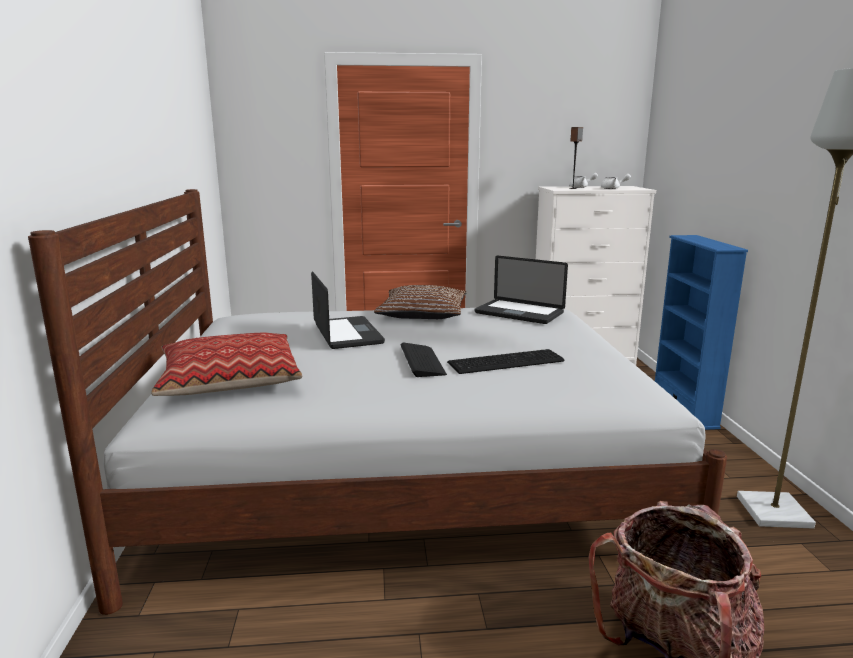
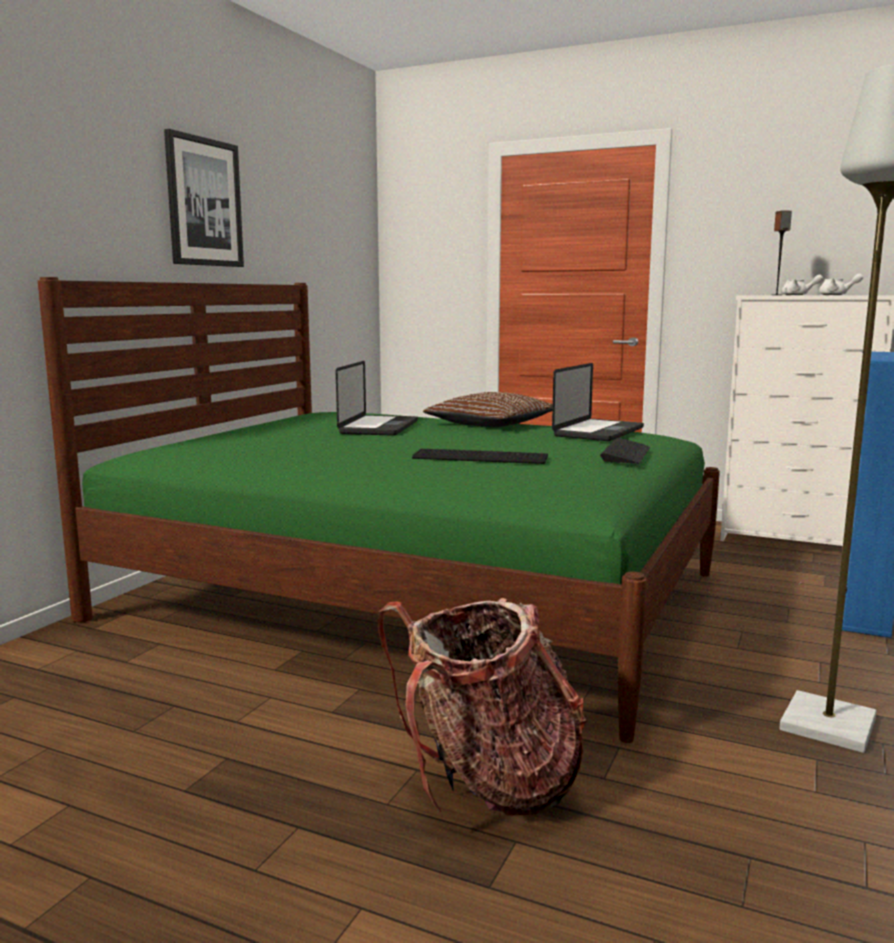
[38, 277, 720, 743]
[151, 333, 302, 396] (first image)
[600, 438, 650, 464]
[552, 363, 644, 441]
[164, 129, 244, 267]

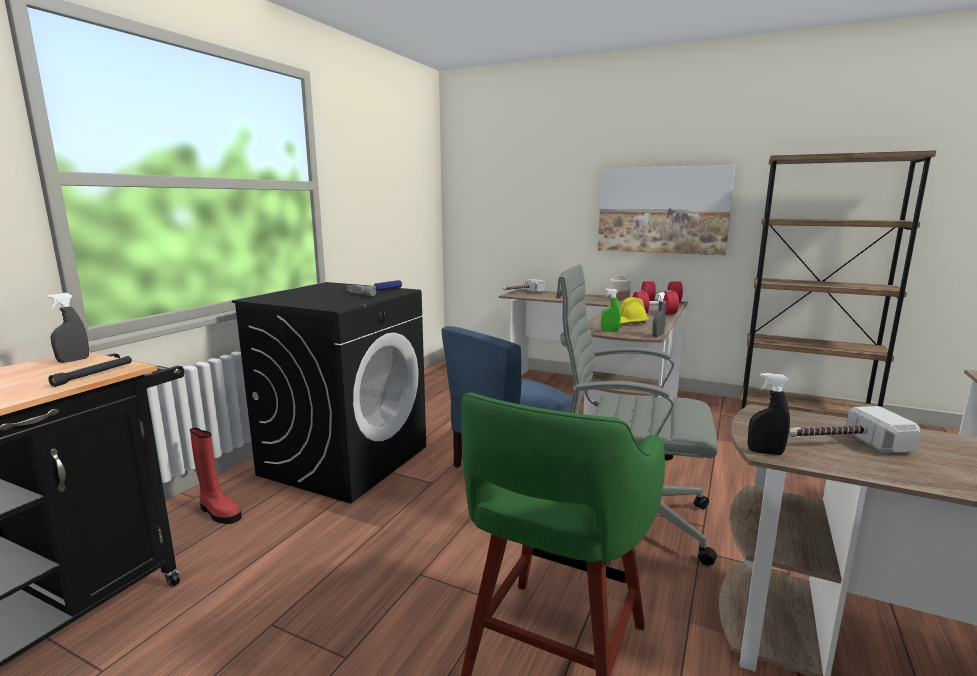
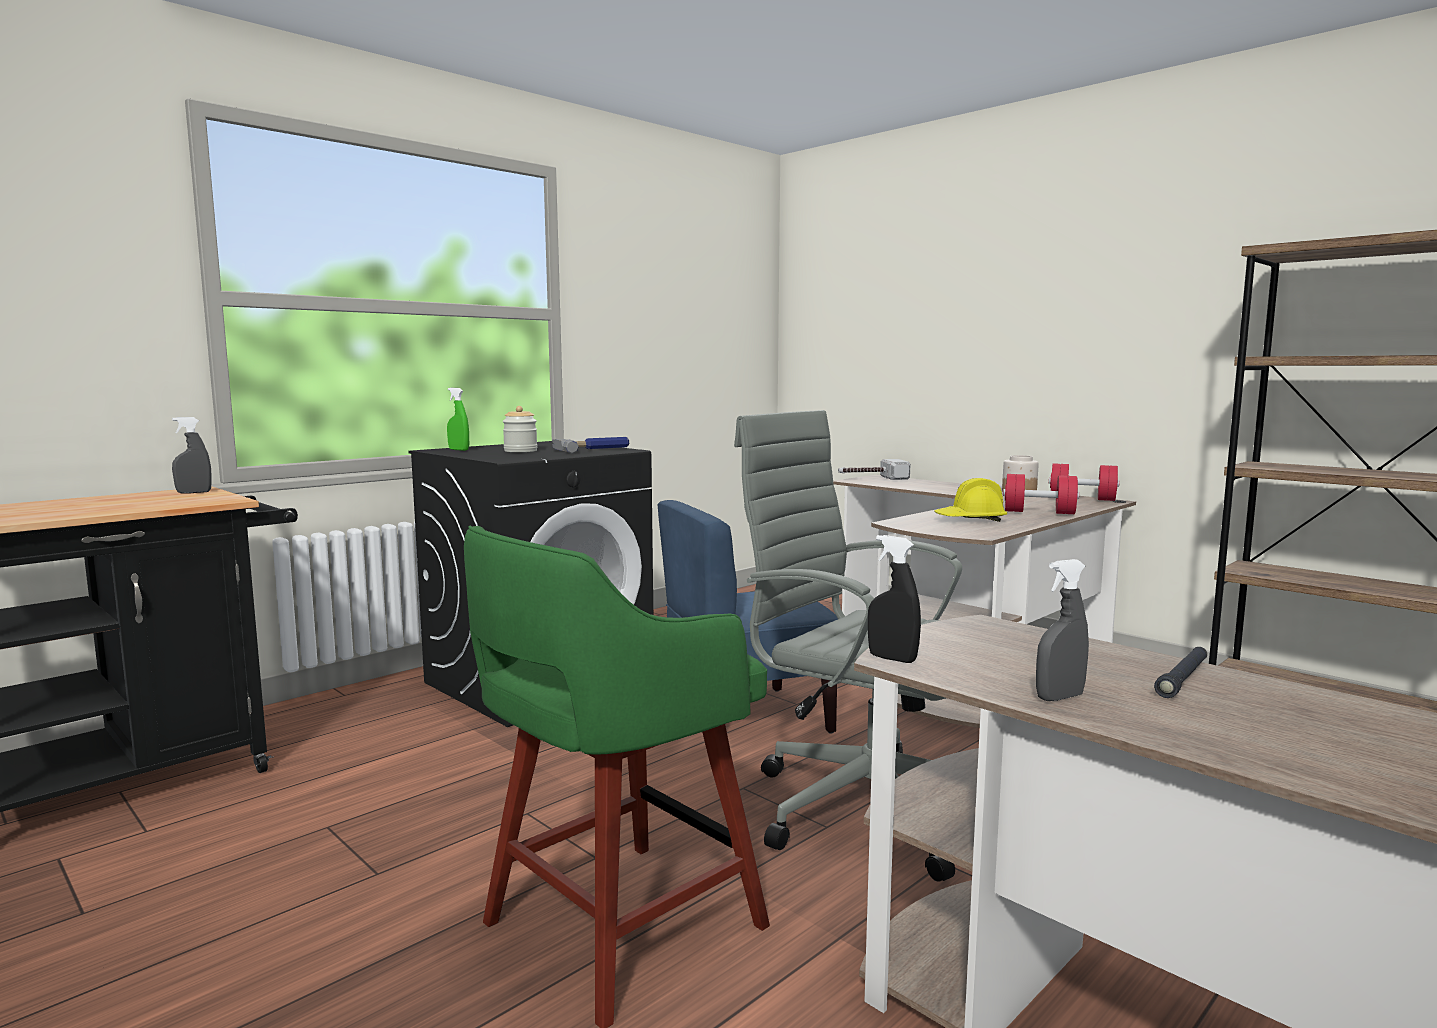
[1154, 647, 1207, 698]
[190, 428, 242, 524] (first image)
[598, 165, 735, 255] (first image)
[447, 388, 469, 451]
[1036, 559, 1089, 701]
[789, 406, 920, 453] (first image)
[503, 406, 537, 452]

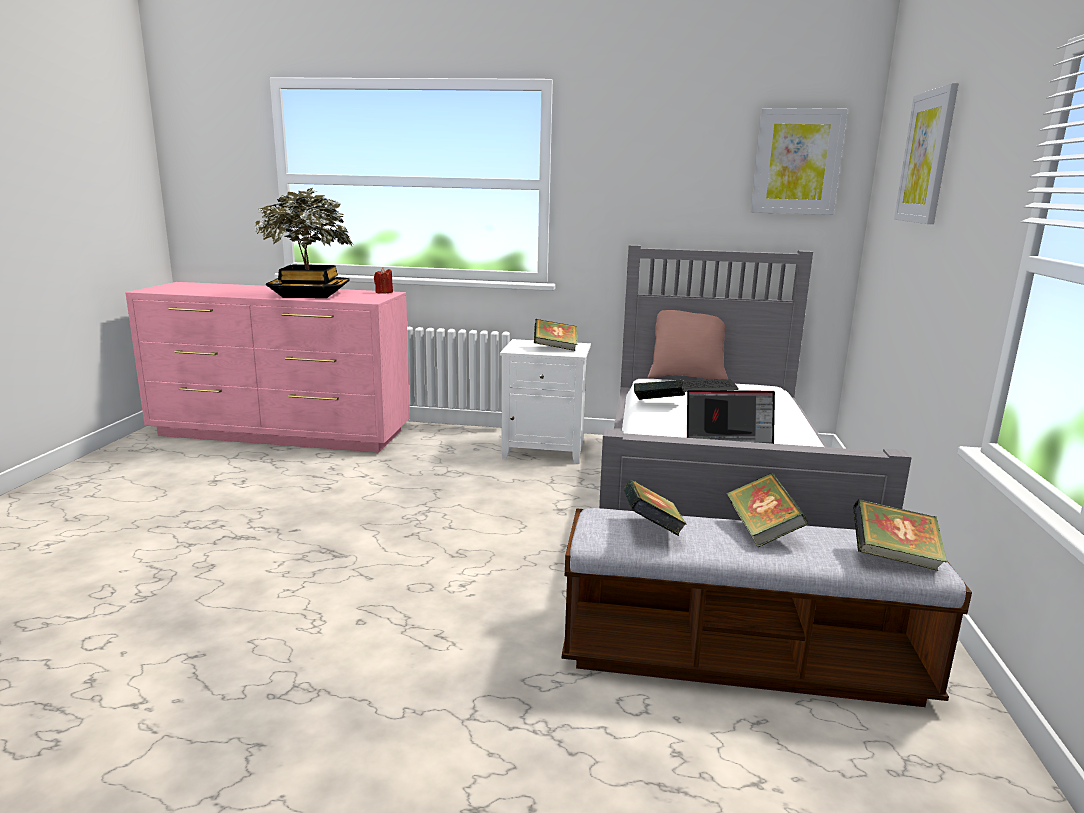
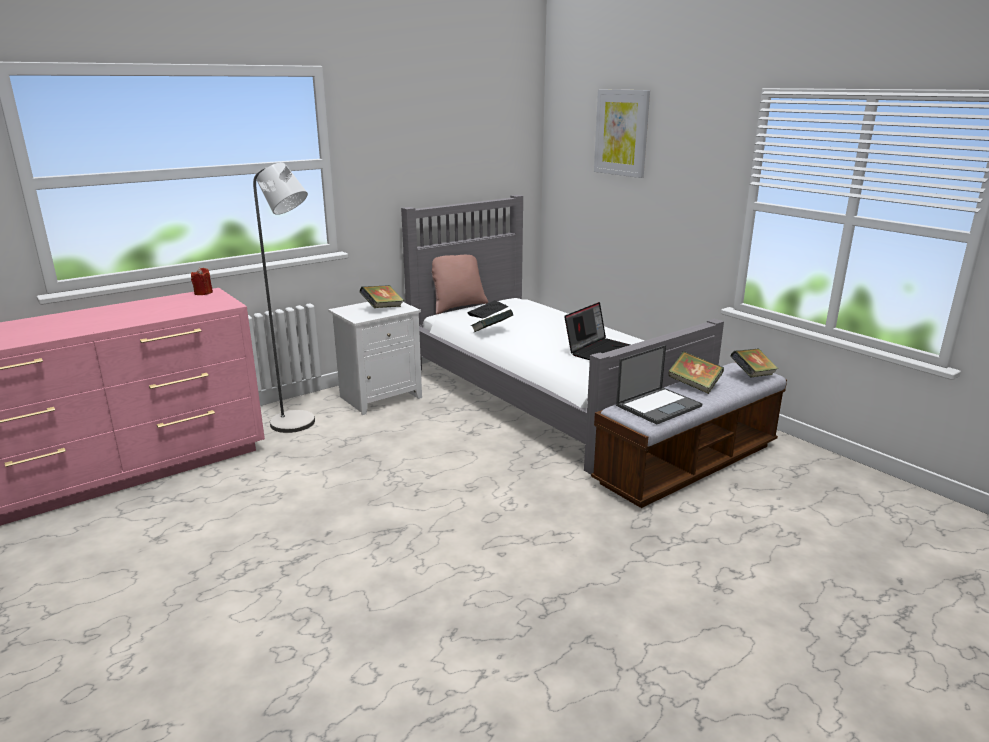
[255, 188, 354, 298] (first image)
[616, 345, 702, 425]
[750, 108, 848, 215] (first image)
[253, 163, 315, 433]

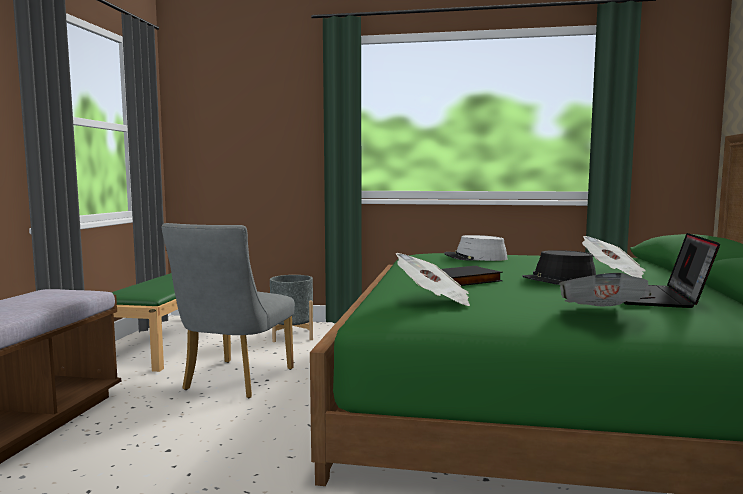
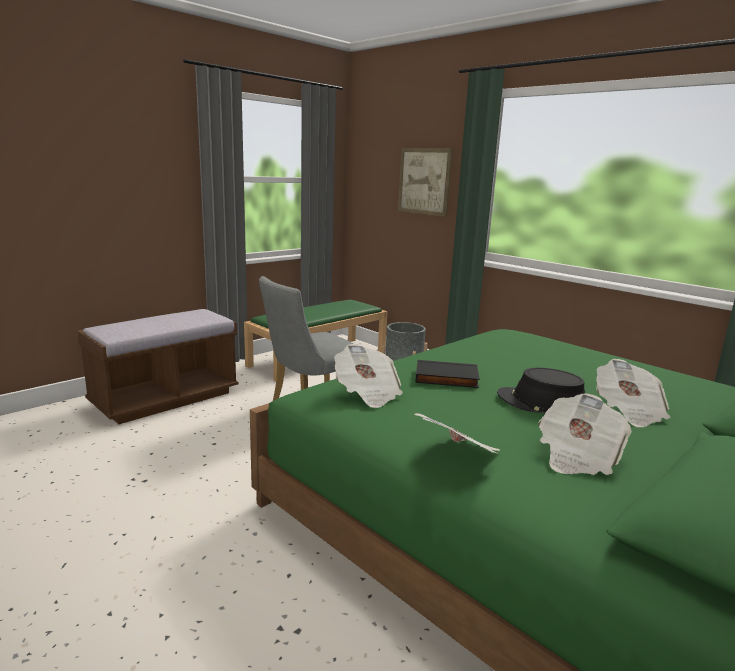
[444, 235, 508, 261] (first image)
[538, 393, 632, 475]
[398, 148, 453, 217]

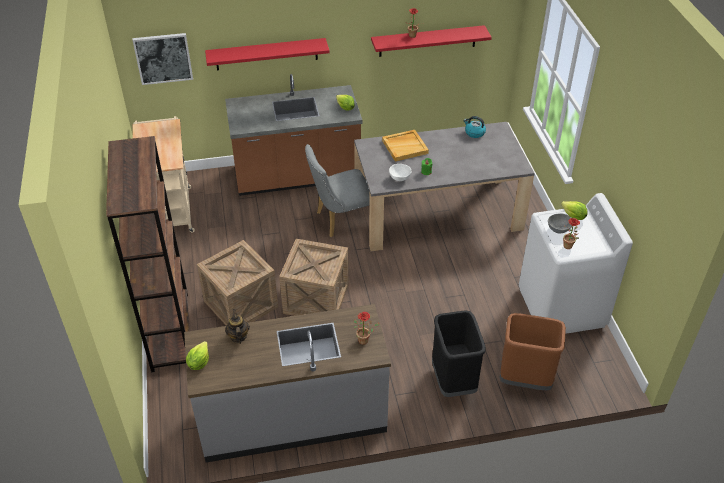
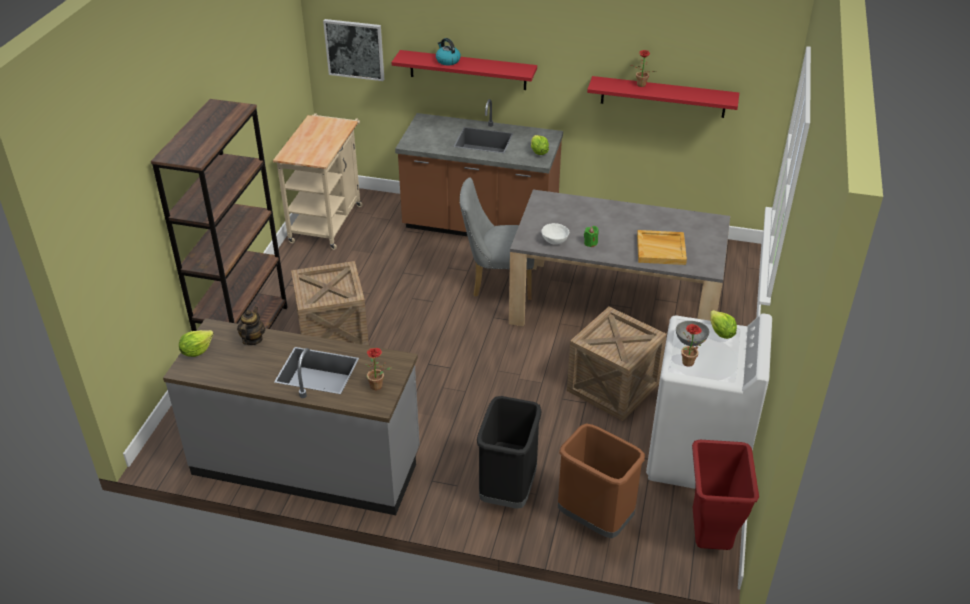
[567, 307, 667, 421]
[637, 230, 687, 265]
[436, 38, 461, 65]
[692, 440, 759, 550]

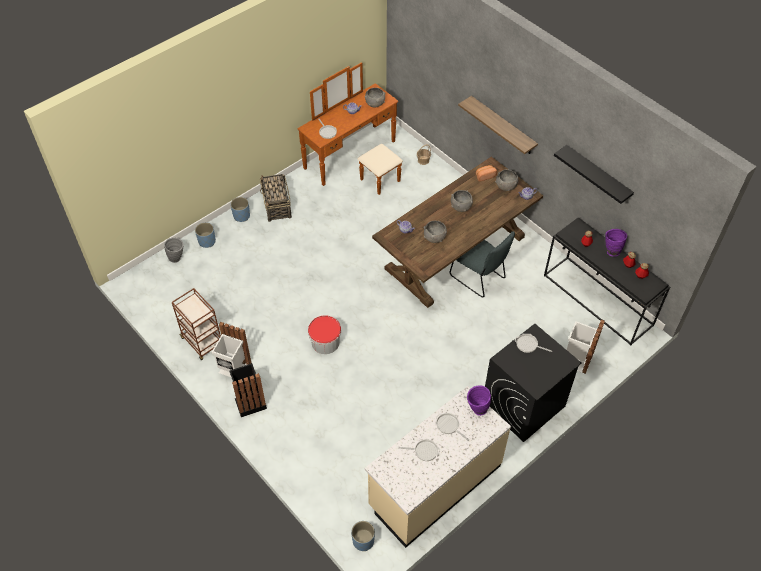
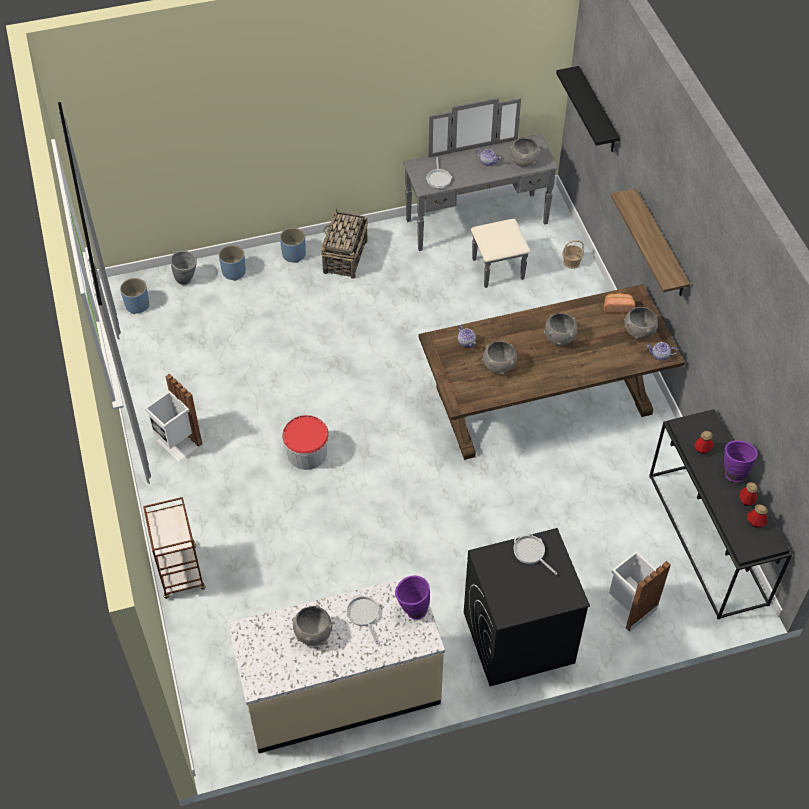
[143, 497, 206, 599]
[230, 363, 267, 417] (first image)
[403, 98, 558, 288]
[120, 278, 149, 314]
[292, 605, 333, 646]
[449, 231, 515, 297] (first image)
[556, 66, 620, 152]

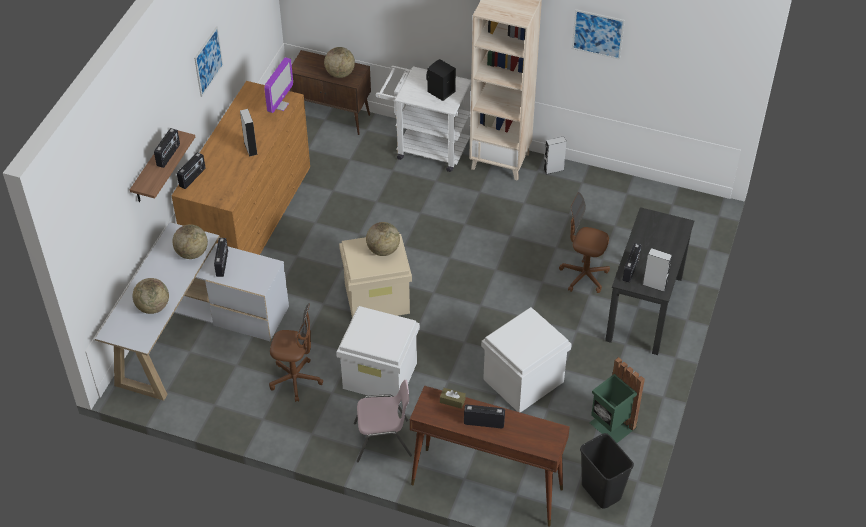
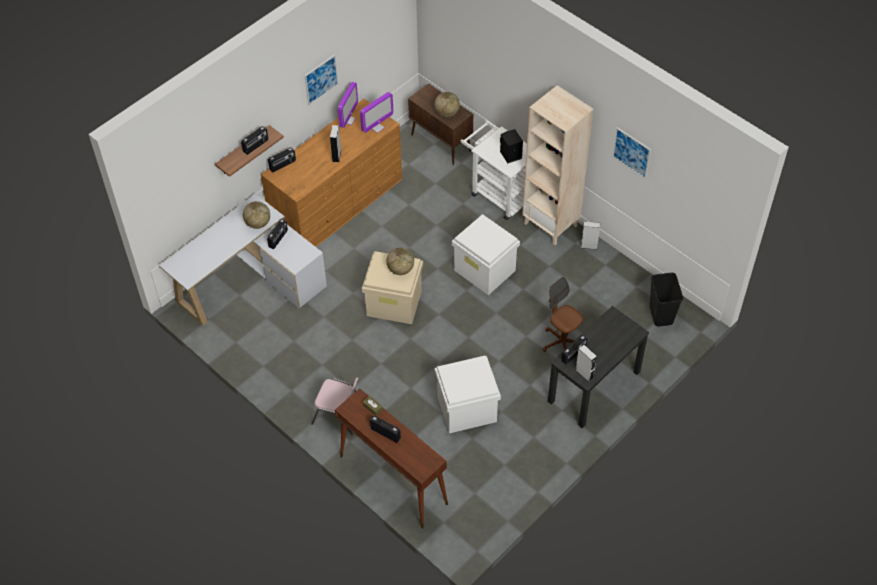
[133, 278, 169, 314] (first image)
[269, 303, 323, 402] (first image)
[452, 214, 520, 295]
[650, 273, 683, 326]
[589, 357, 645, 443] (first image)
[338, 82, 358, 128]

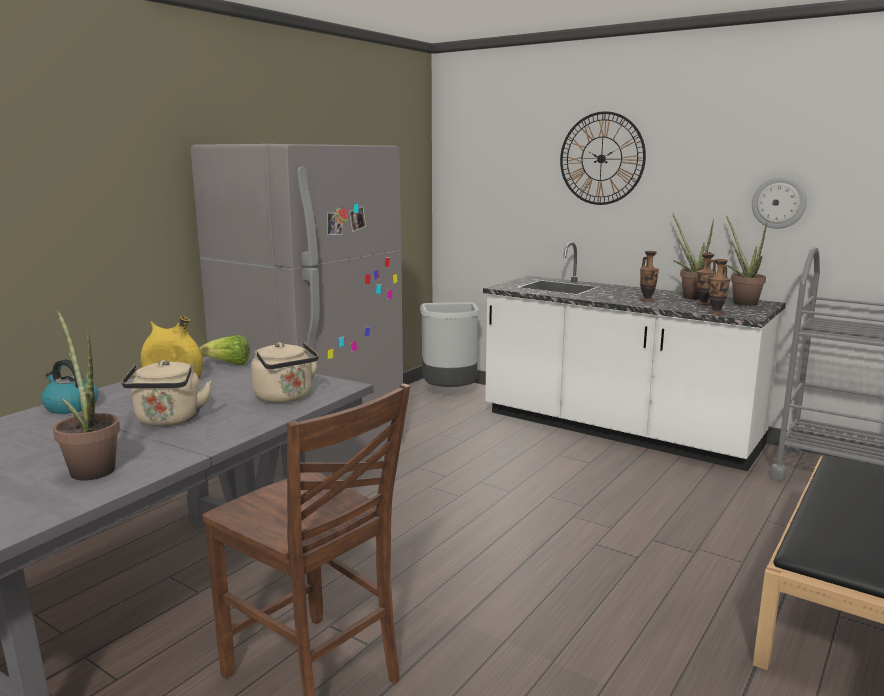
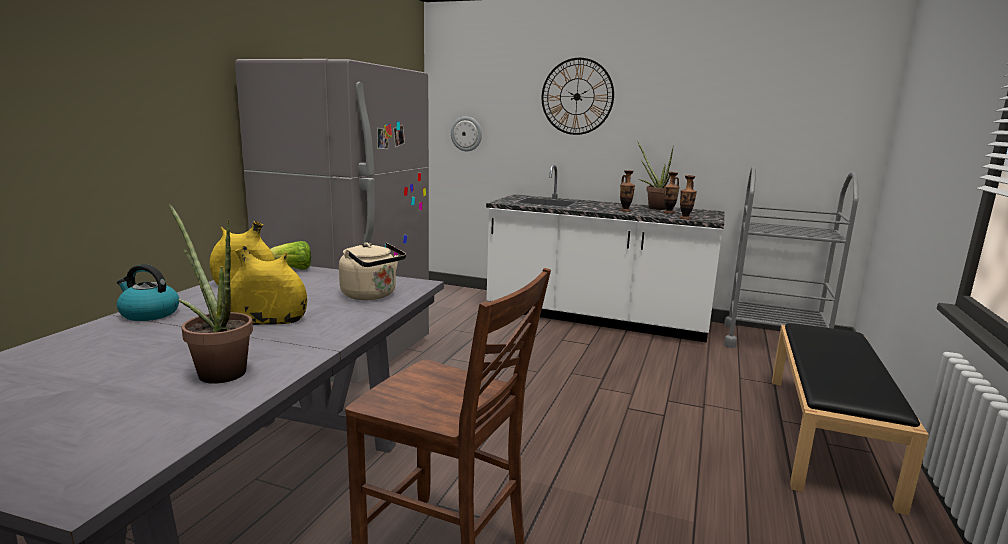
[230, 246, 307, 325]
[420, 302, 480, 387] (first image)
[725, 215, 767, 306] (first image)
[451, 116, 482, 151]

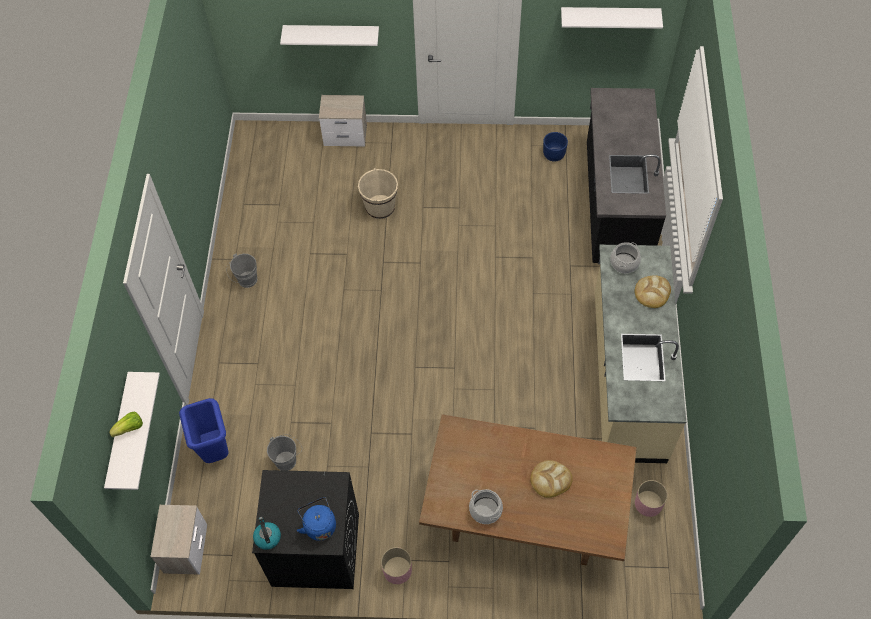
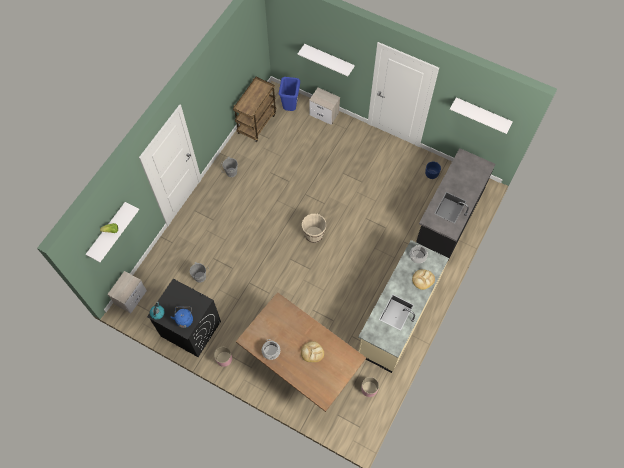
[279, 77, 300, 111]
[302, 214, 327, 243]
[233, 77, 276, 142]

